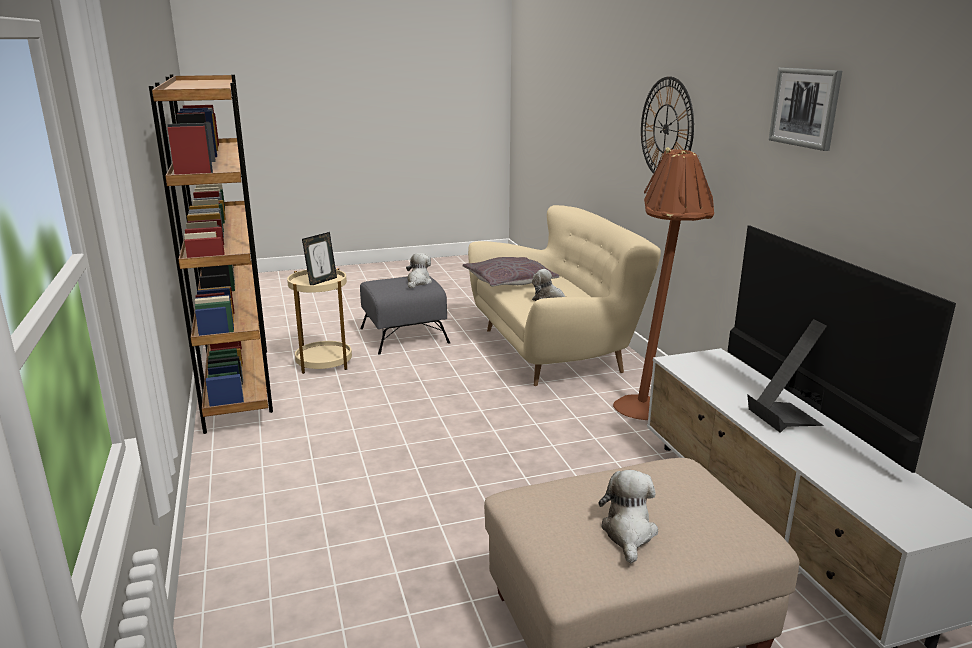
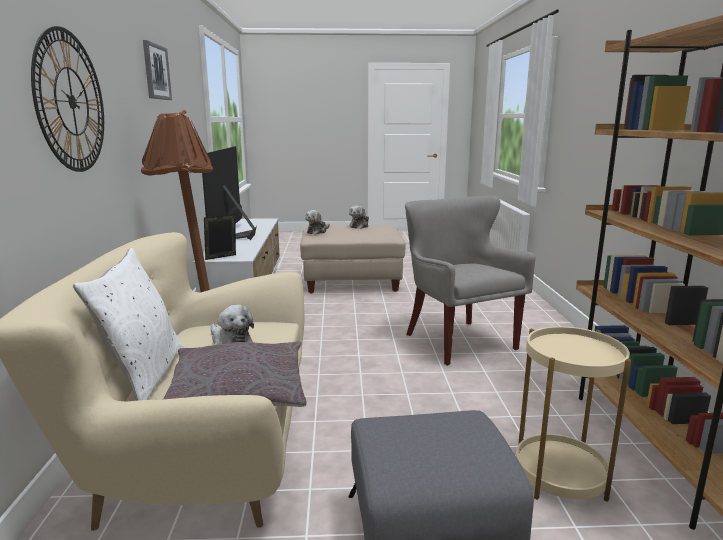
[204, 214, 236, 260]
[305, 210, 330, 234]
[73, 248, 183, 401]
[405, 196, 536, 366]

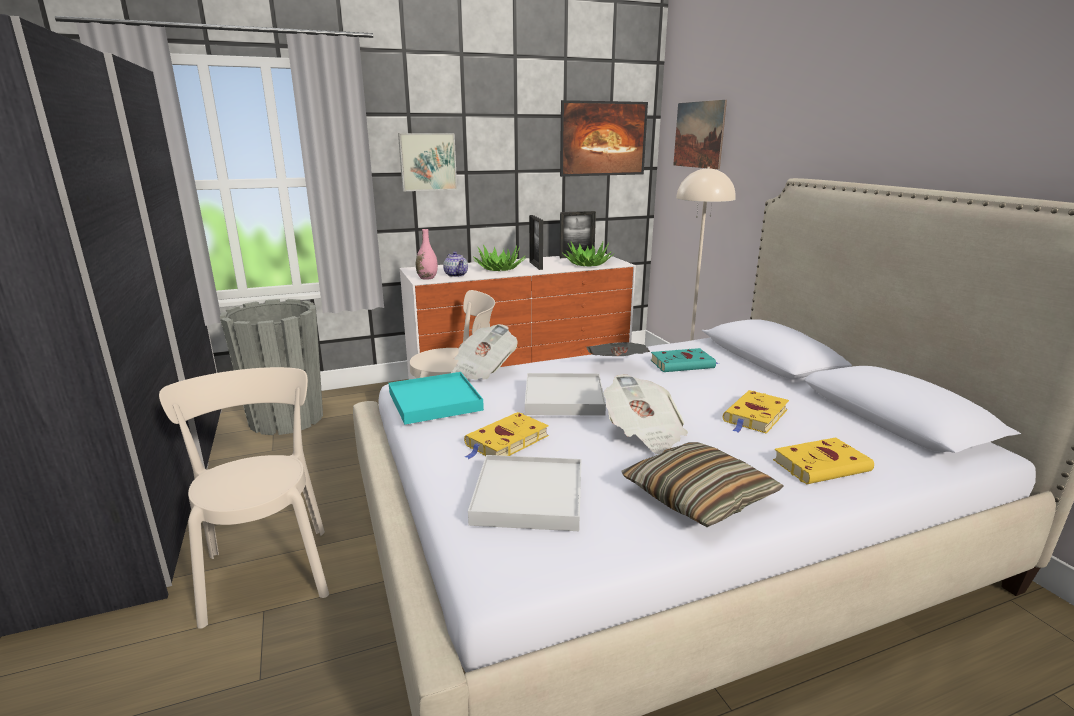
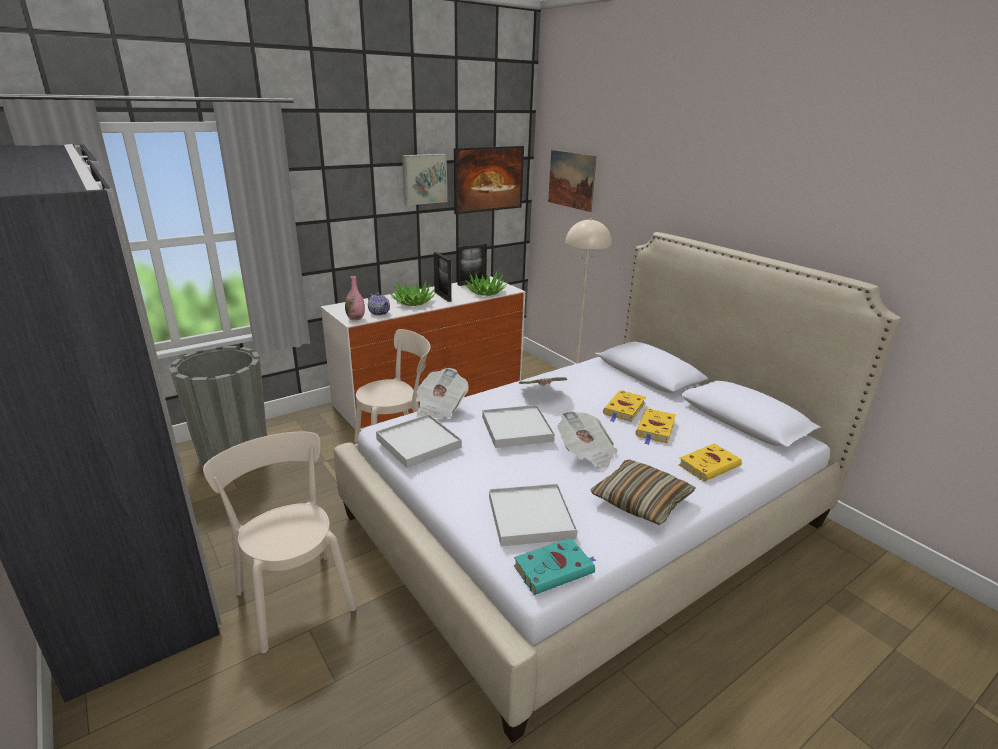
[376, 414, 462, 468]
[402, 154, 447, 206]
[603, 390, 646, 422]
[514, 538, 596, 595]

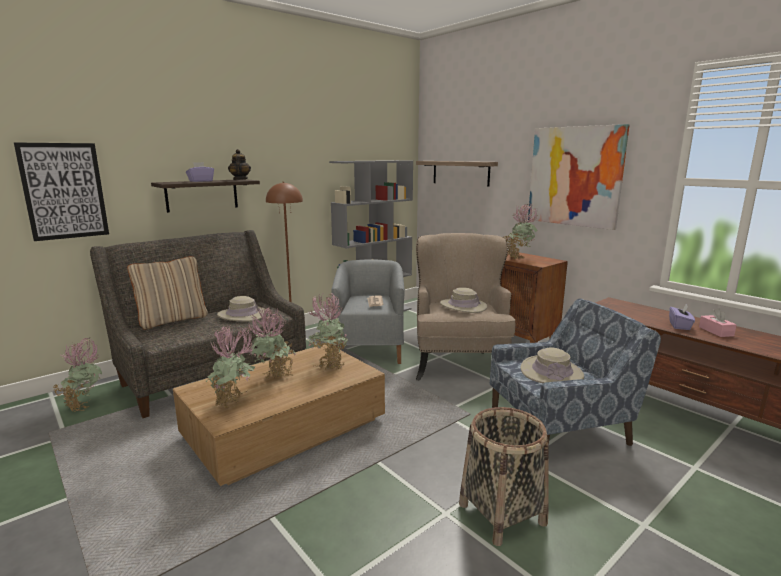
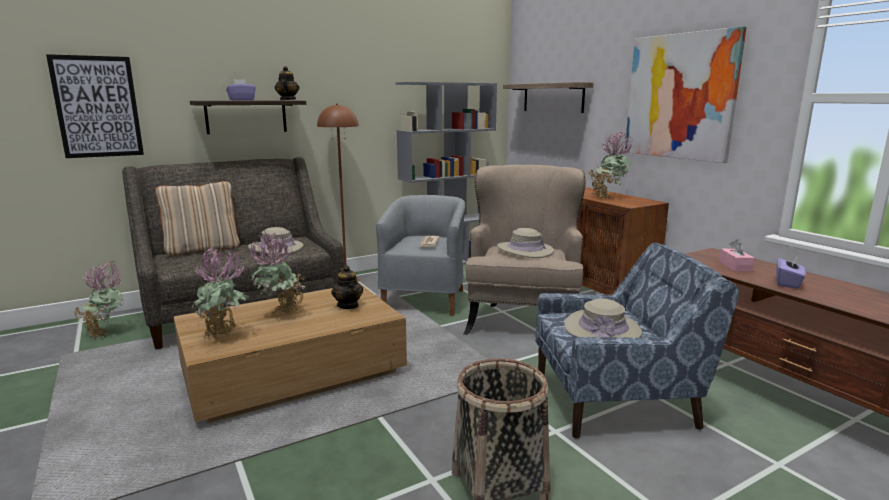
[331, 265, 363, 309]
[719, 239, 754, 272]

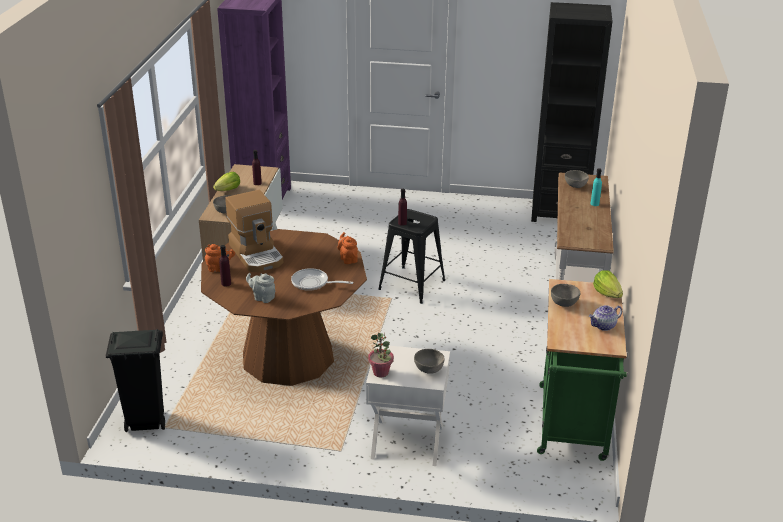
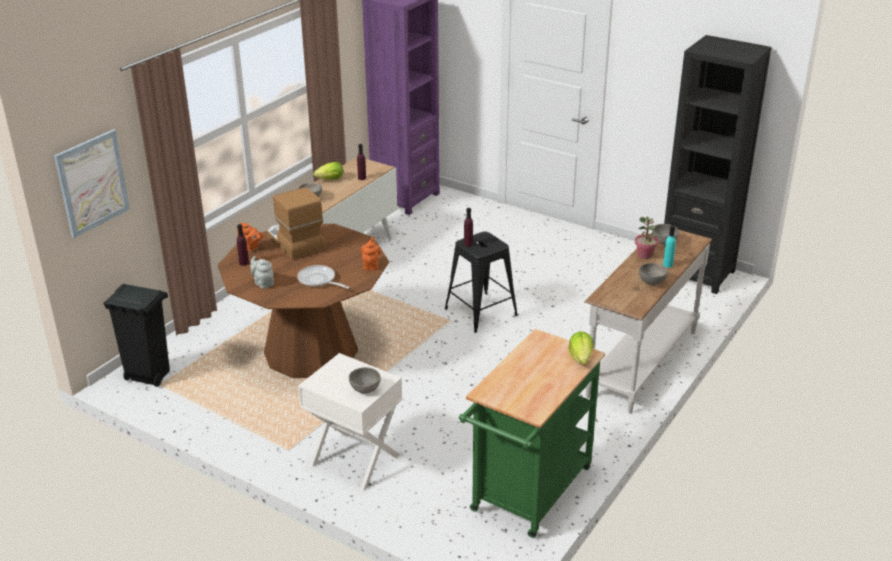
[267, 187, 325, 260]
[635, 216, 658, 259]
[639, 263, 668, 285]
[589, 305, 622, 331] (first image)
[54, 129, 130, 238]

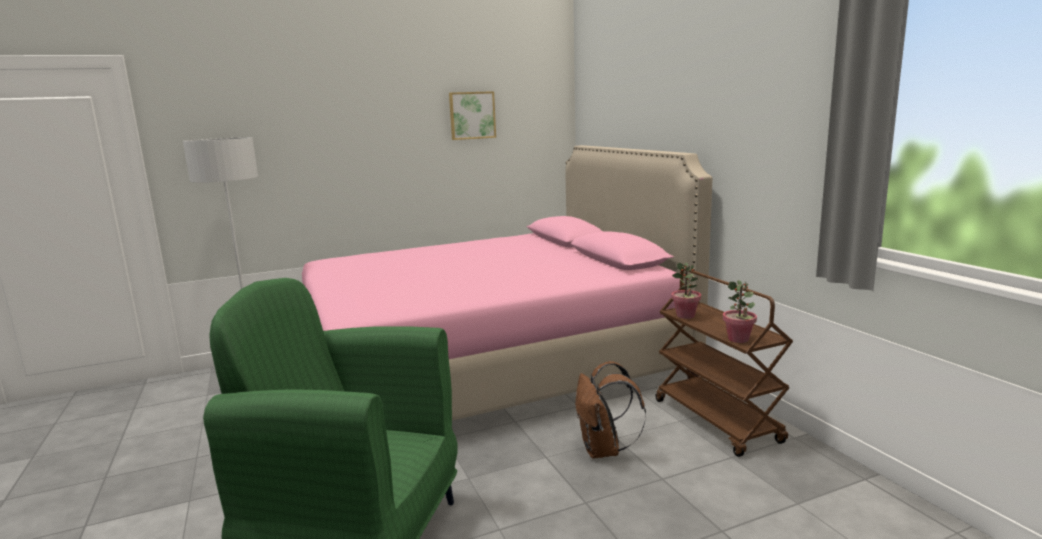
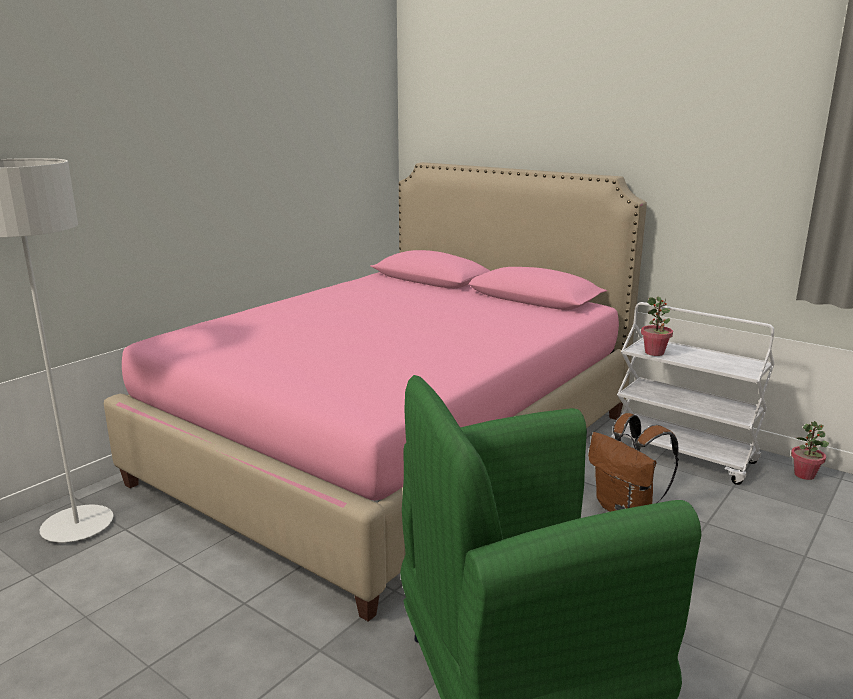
[449, 91, 496, 140] (first image)
[611, 302, 774, 485]
[791, 421, 829, 480]

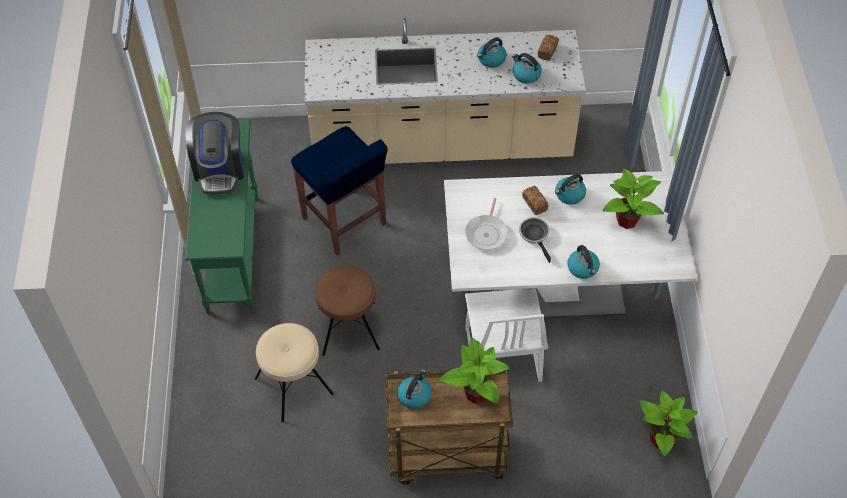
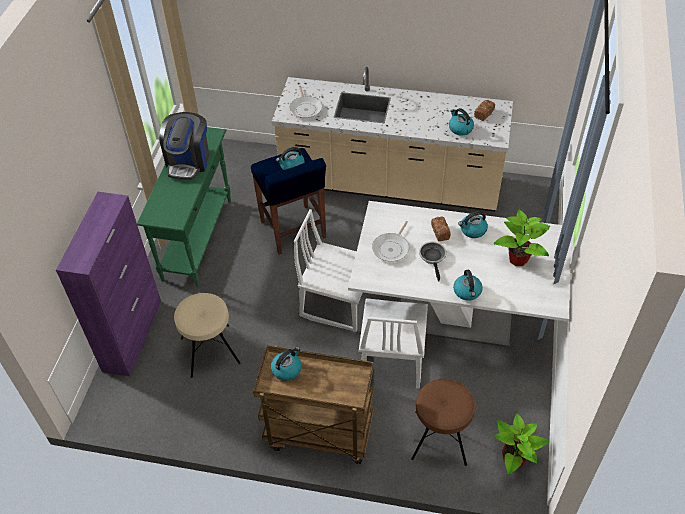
[411, 379, 475, 466]
[439, 338, 510, 404] (first image)
[276, 147, 304, 170]
[56, 192, 161, 376]
[289, 86, 322, 119]
[294, 209, 363, 332]

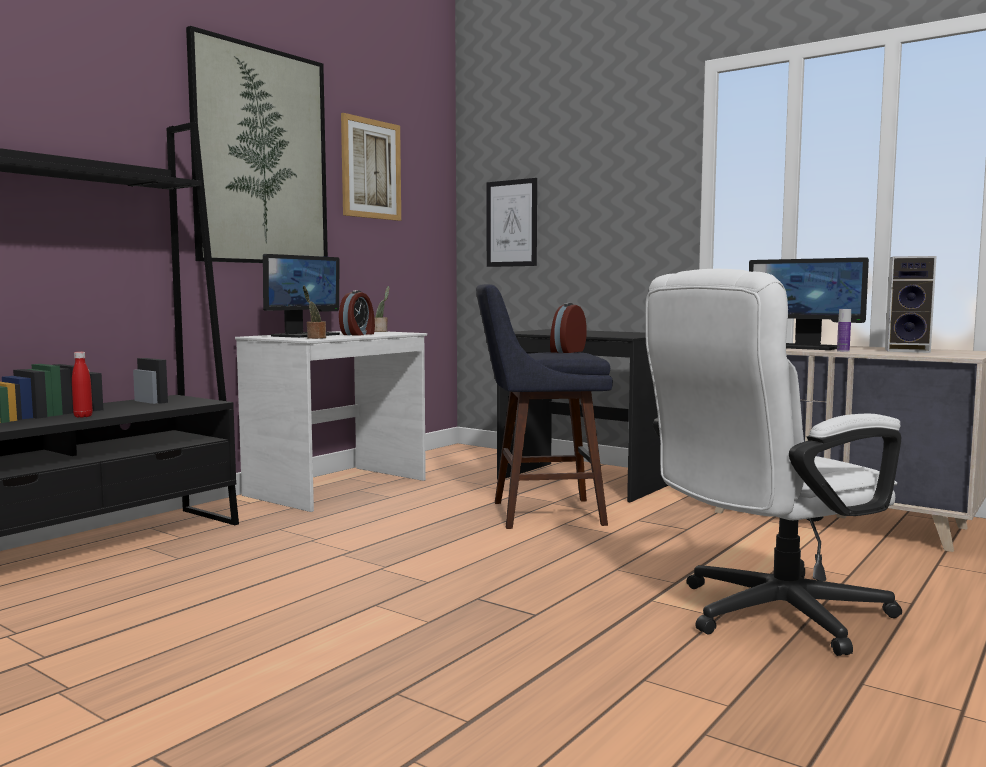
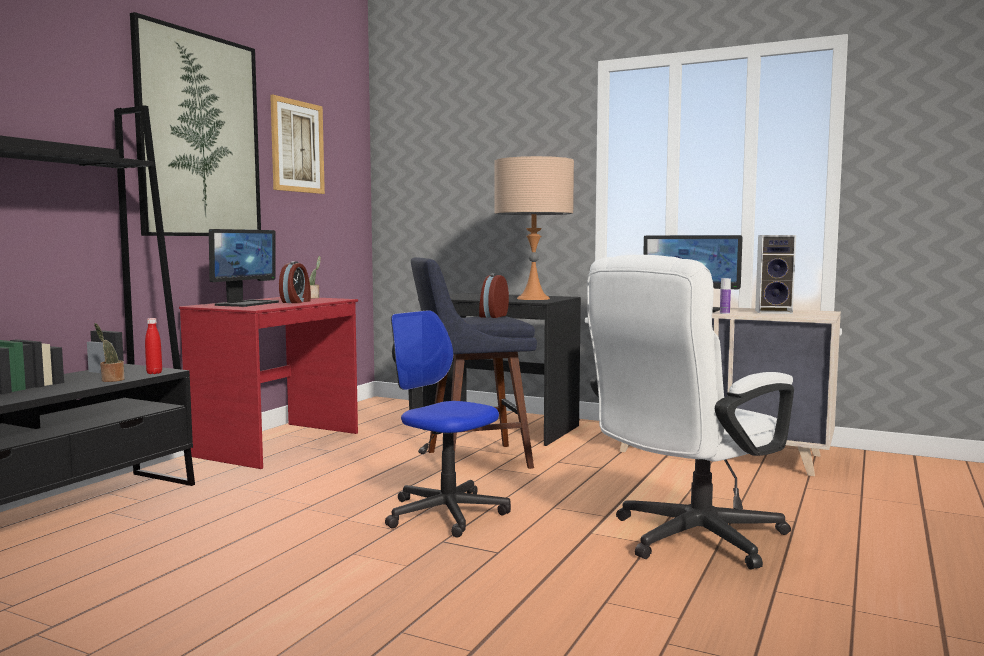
[145, 318, 162, 374]
[179, 297, 358, 469]
[94, 323, 125, 382]
[487, 178, 537, 267] (first image)
[385, 310, 511, 537]
[495, 156, 574, 300]

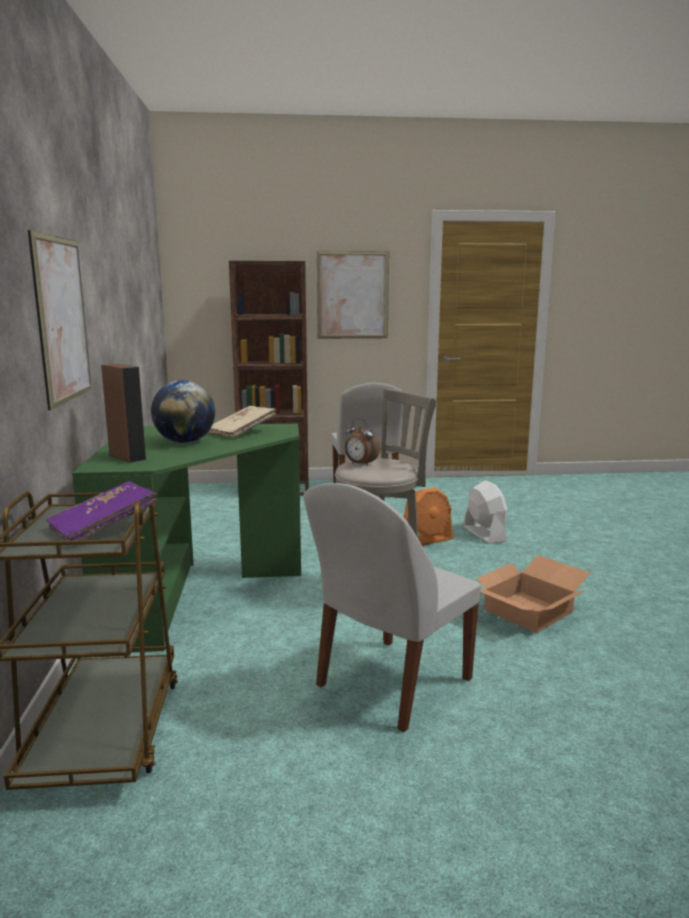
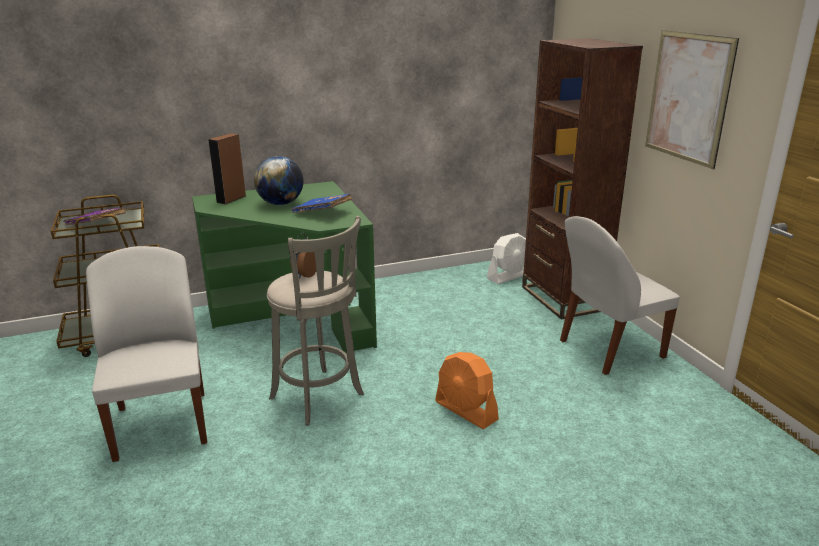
[28, 230, 92, 410] (first image)
[291, 194, 352, 213]
[86, 246, 207, 462]
[487, 233, 526, 284]
[476, 555, 590, 633] (first image)

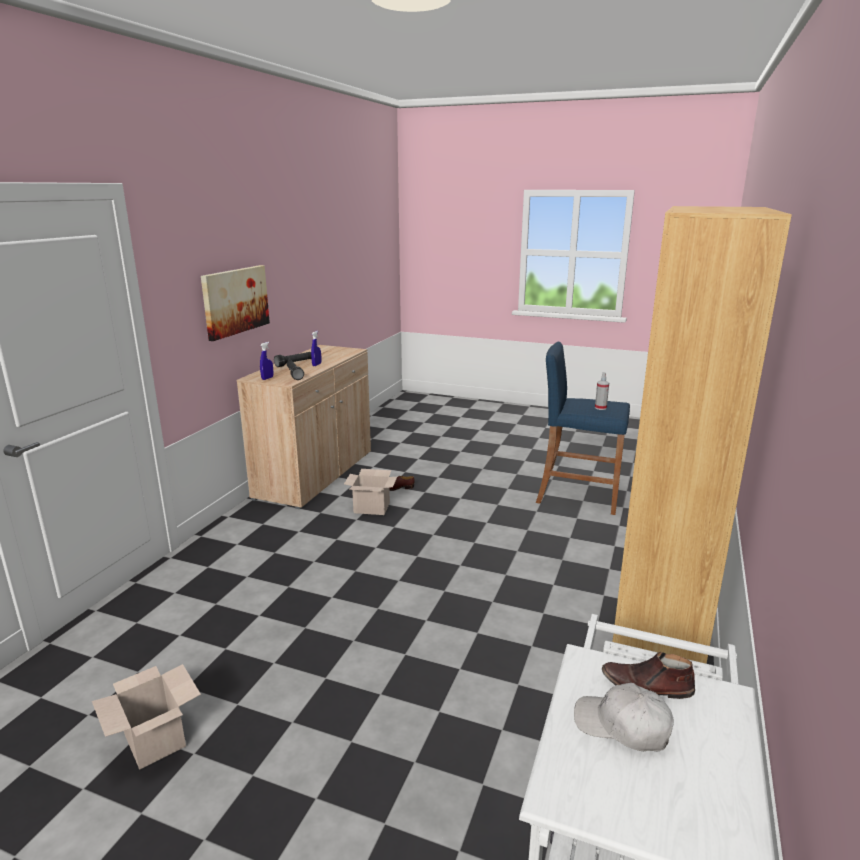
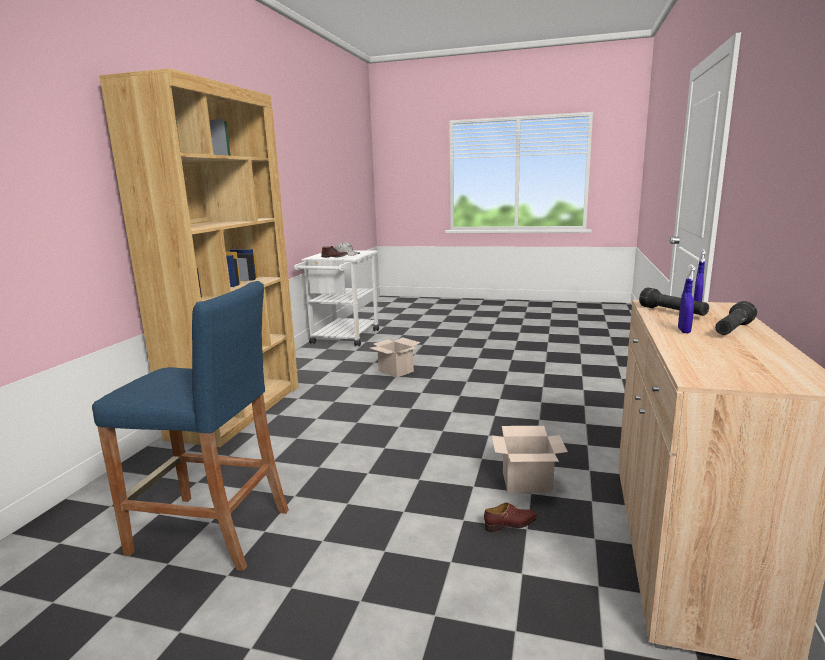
[370, 337, 421, 378]
[201, 265, 270, 341] (first image)
[595, 372, 609, 410] (first image)

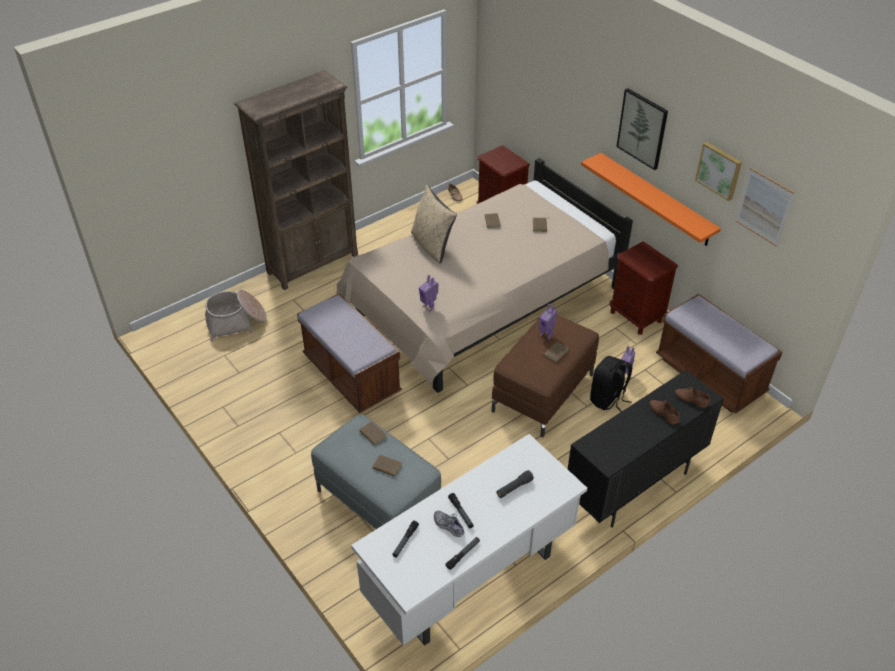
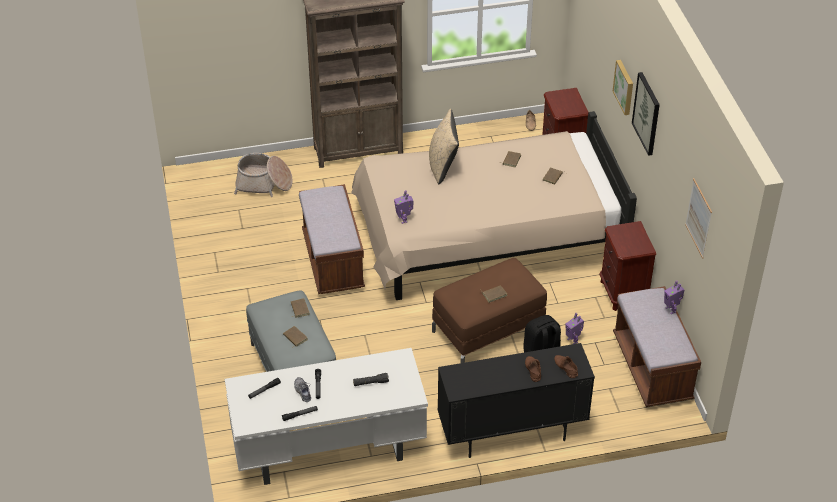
[664, 280, 684, 314]
[581, 153, 721, 246] (first image)
[613, 60, 633, 115]

